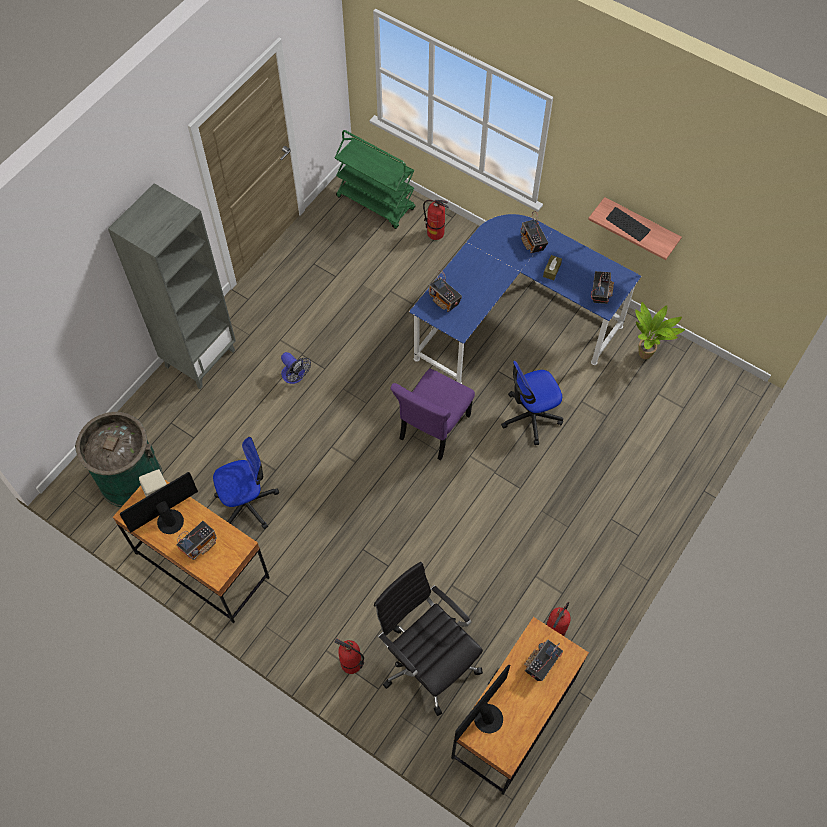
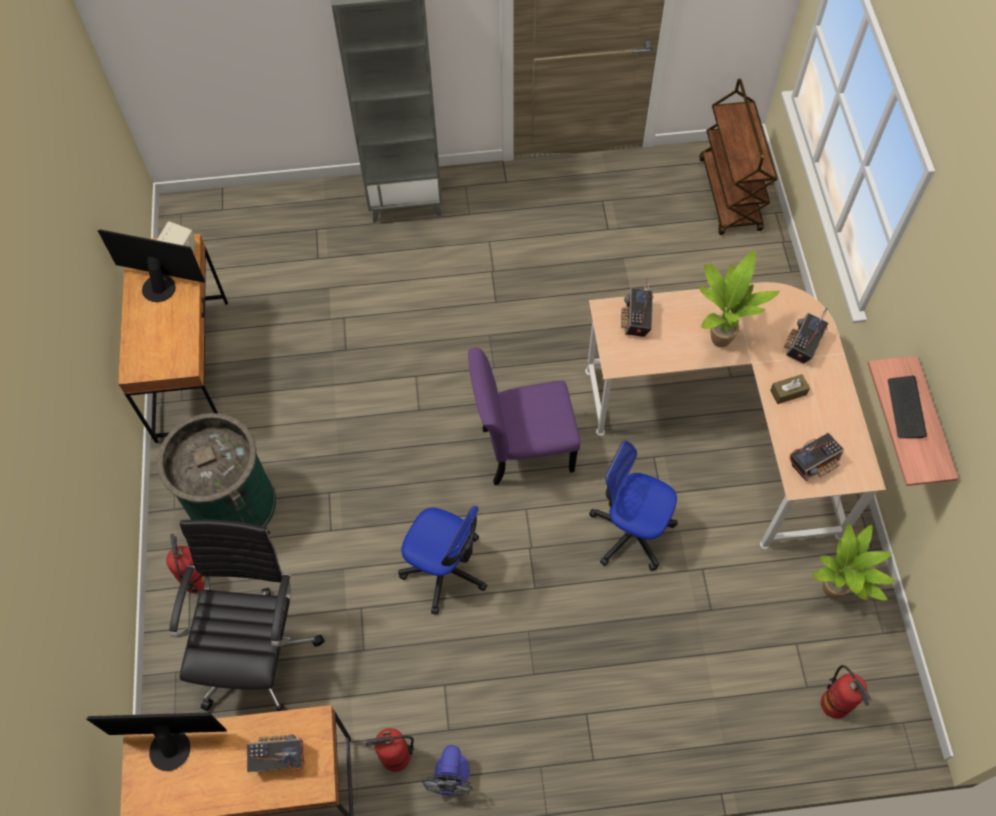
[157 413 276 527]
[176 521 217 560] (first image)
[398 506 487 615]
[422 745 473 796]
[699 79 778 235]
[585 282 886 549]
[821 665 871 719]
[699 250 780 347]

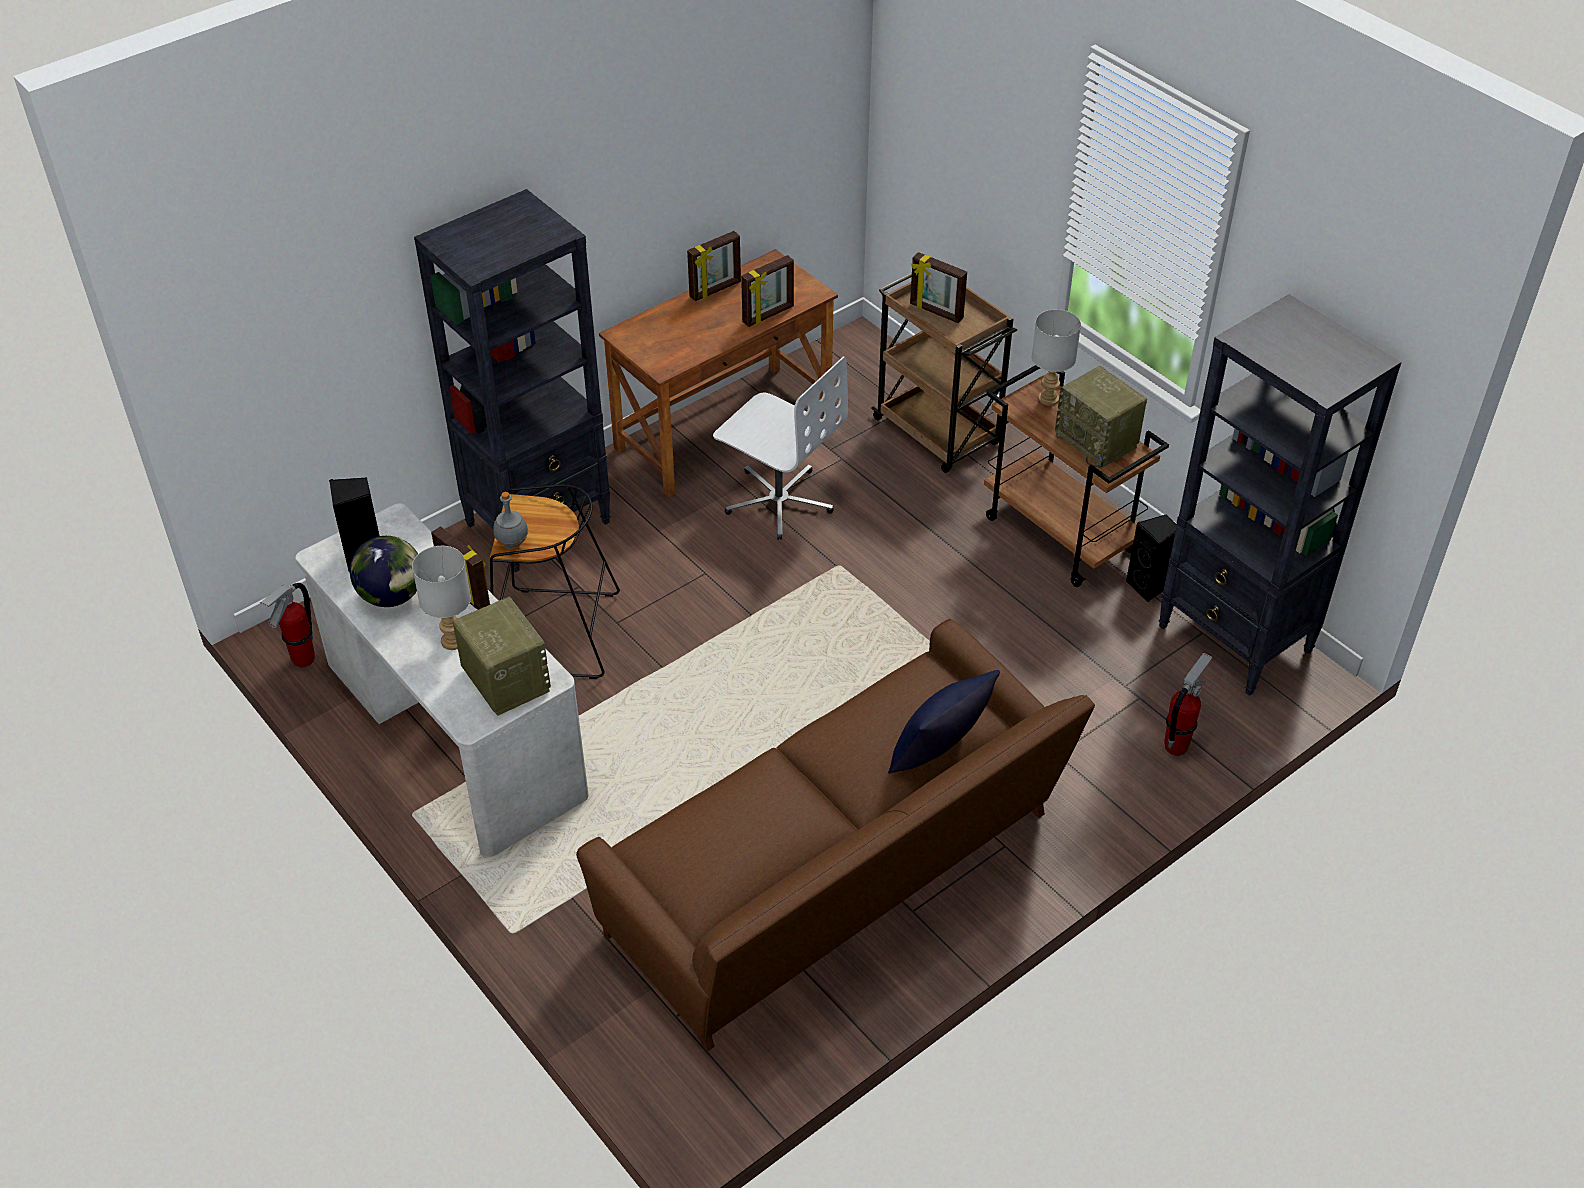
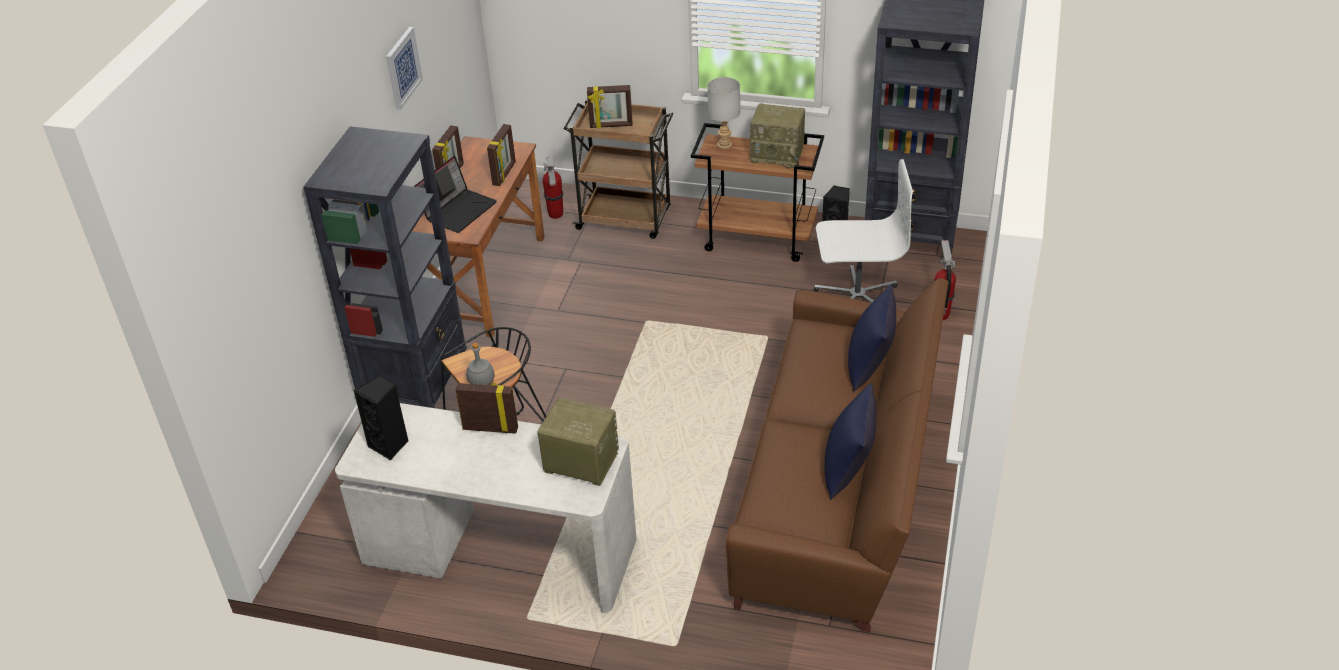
[543 157 563 219]
[350 536 418 607] (first image)
[412 546 471 650] (first image)
[814 159 913 303]
[386 27 423 110]
[414 156 497 233]
[824 383 876 500]

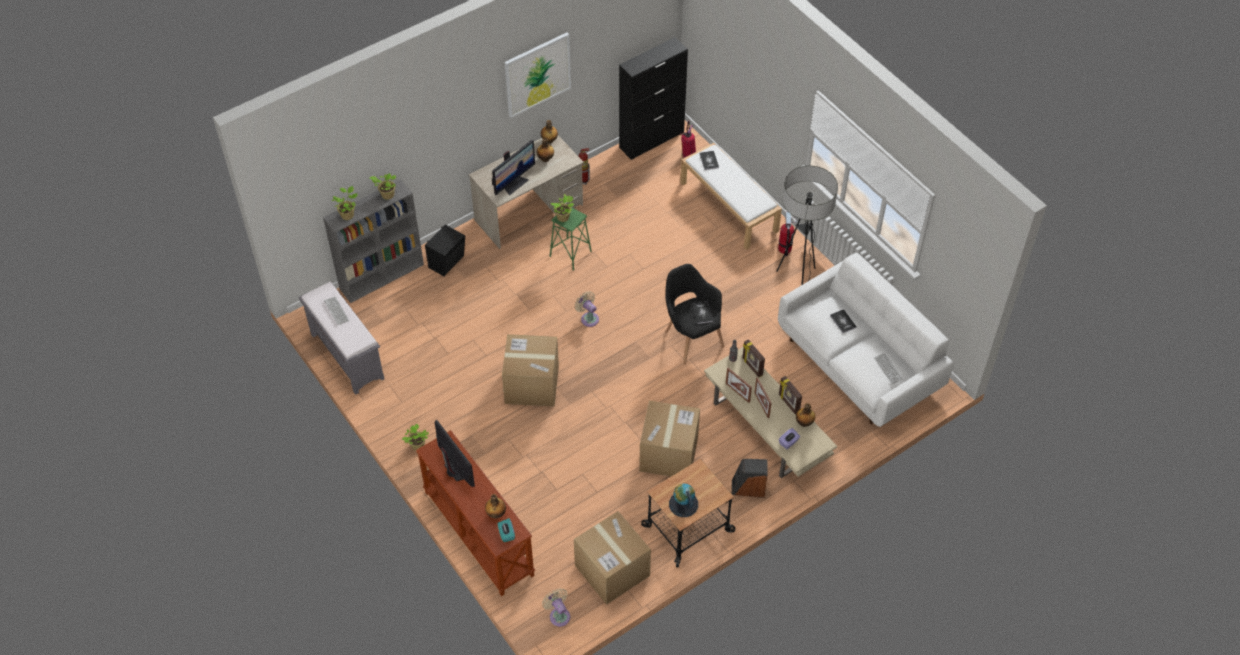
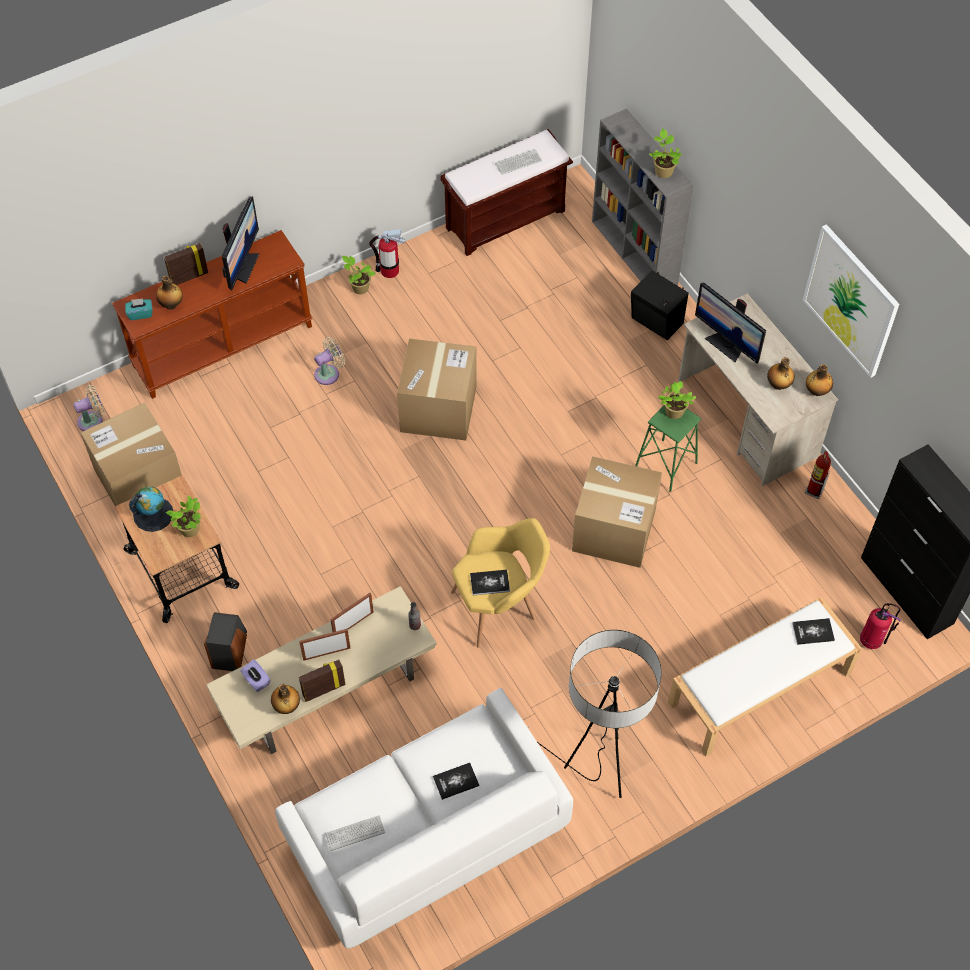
[440 129 573 256]
[166 496 201 537]
[222 196 259 290]
[314 337 345 385]
[572 456 662 568]
[451 518 550 648]
[164 243 208 285]
[370 229 405 278]

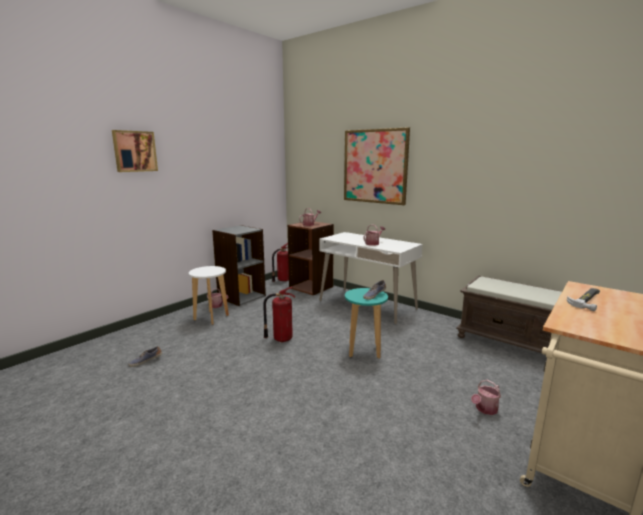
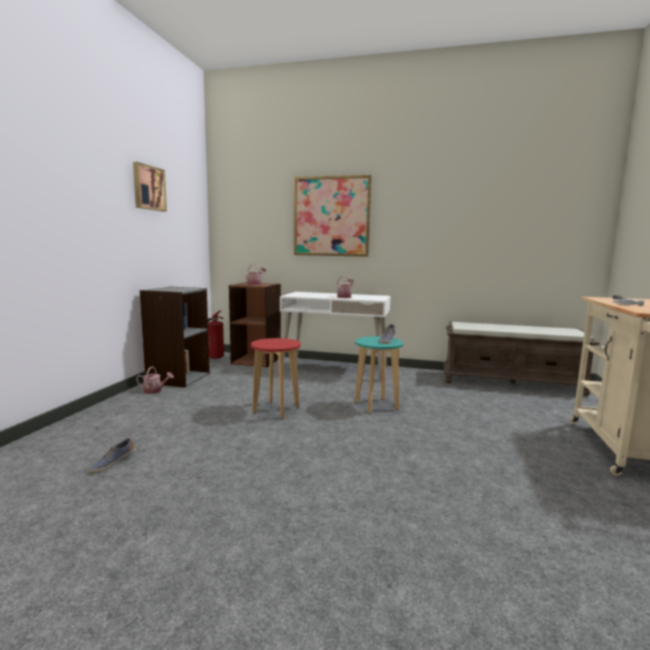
[133 162 167 212]
[189 266 229 325] (first image)
[251 338 301 419]
[471 380 501 415] (first image)

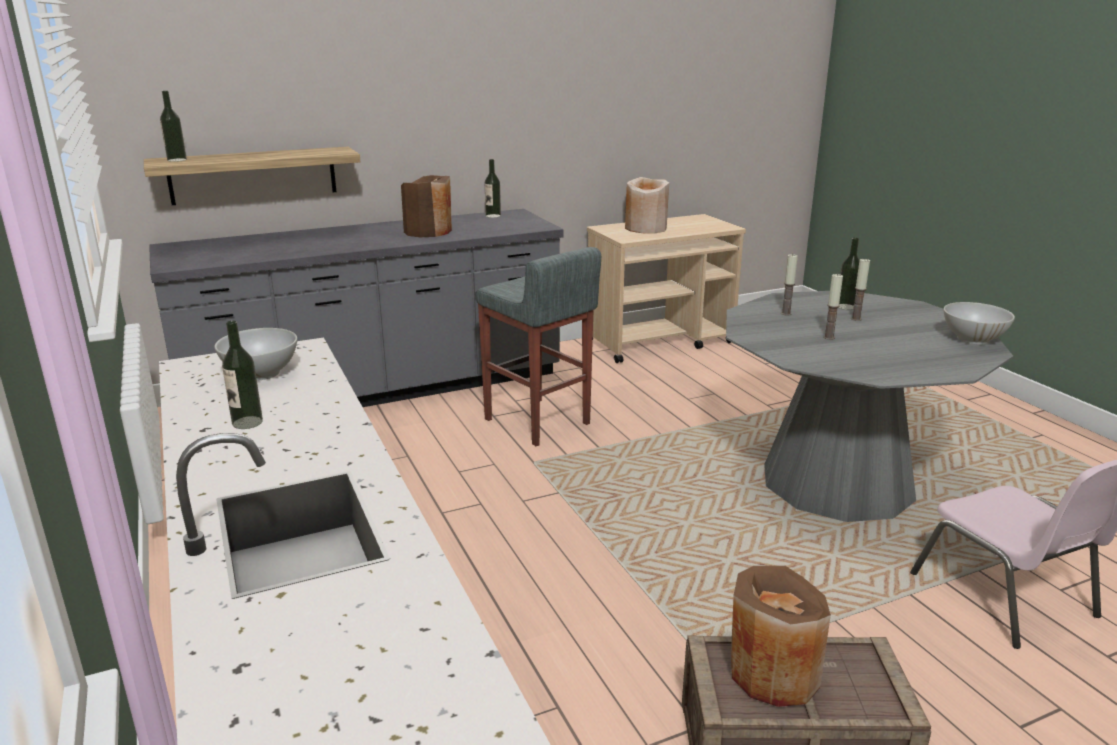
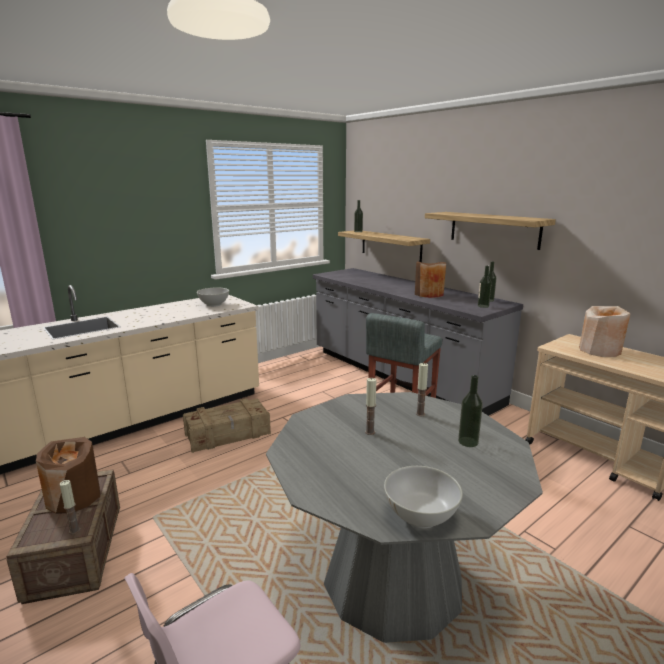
[478 266 492 308]
[60 480 80 535]
[183 398 271 453]
[425 212 556 250]

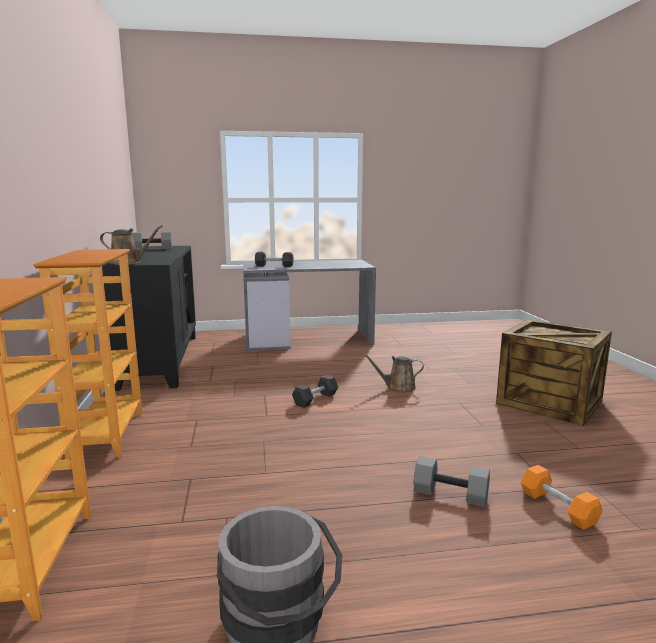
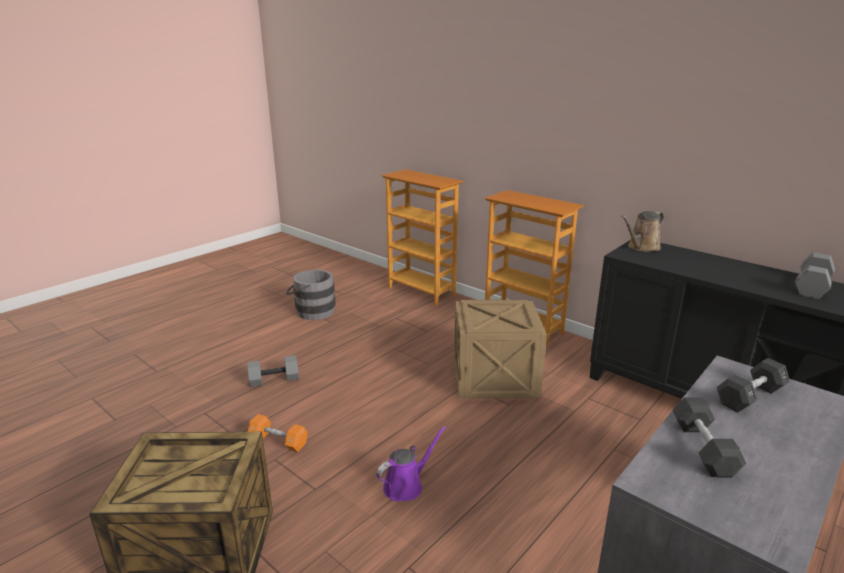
[672 397 747 478]
[376 426 446 501]
[248 414 308 452]
[454 300 547 399]

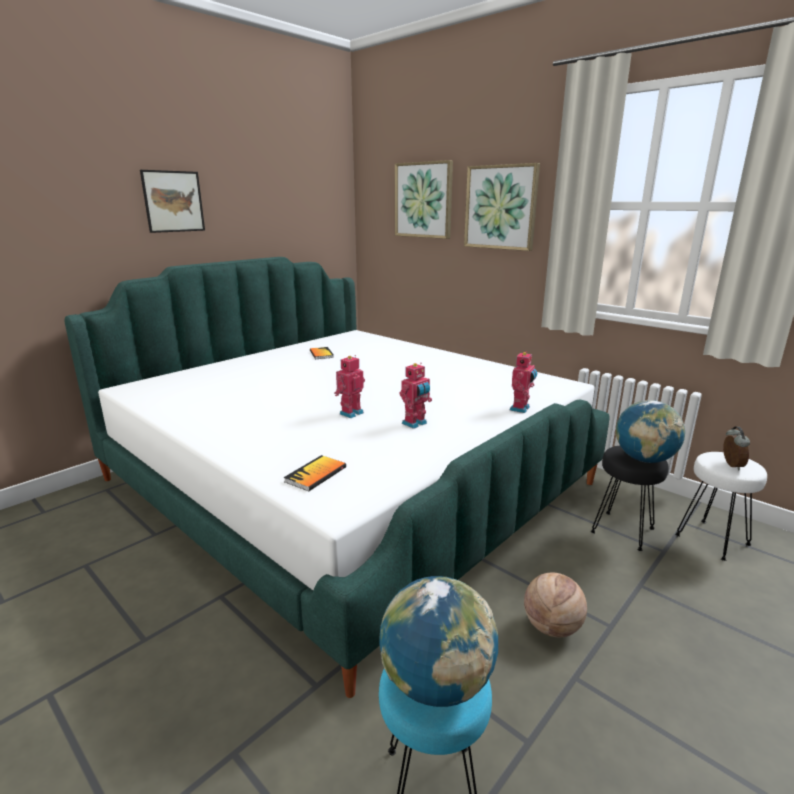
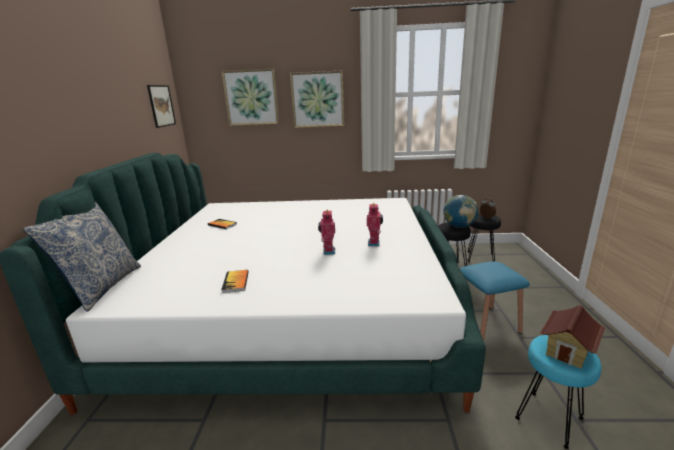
[147 85 176 128]
[221 270 249 293]
[540 305 605 369]
[510 351 537 413] (first image)
[460 261 530 341]
[467 213 501 262]
[23 202 141 312]

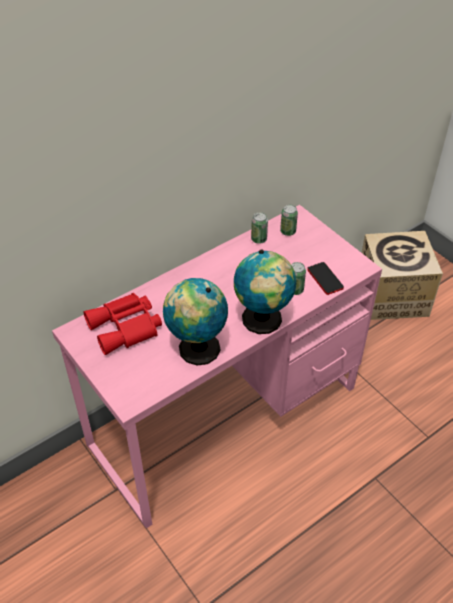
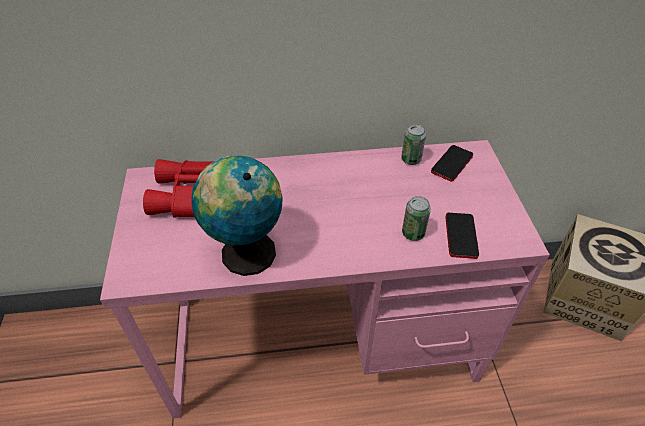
[234 249 296 334] (first image)
[431 145 473 182]

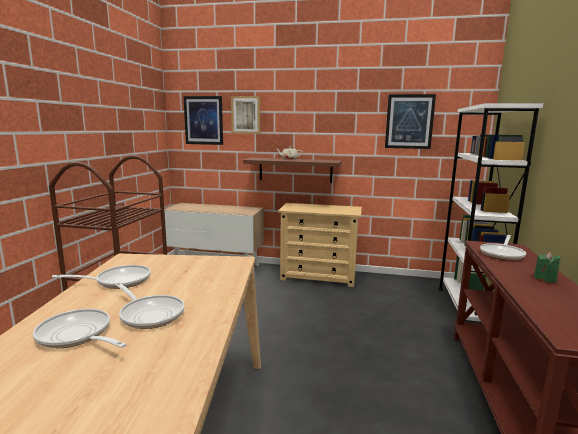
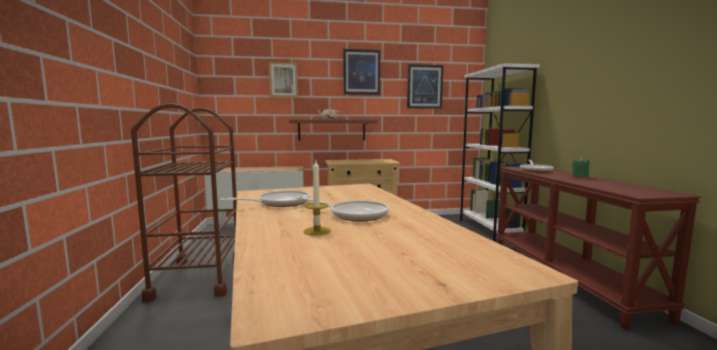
[303 161 331 236]
[343 49 380 95]

